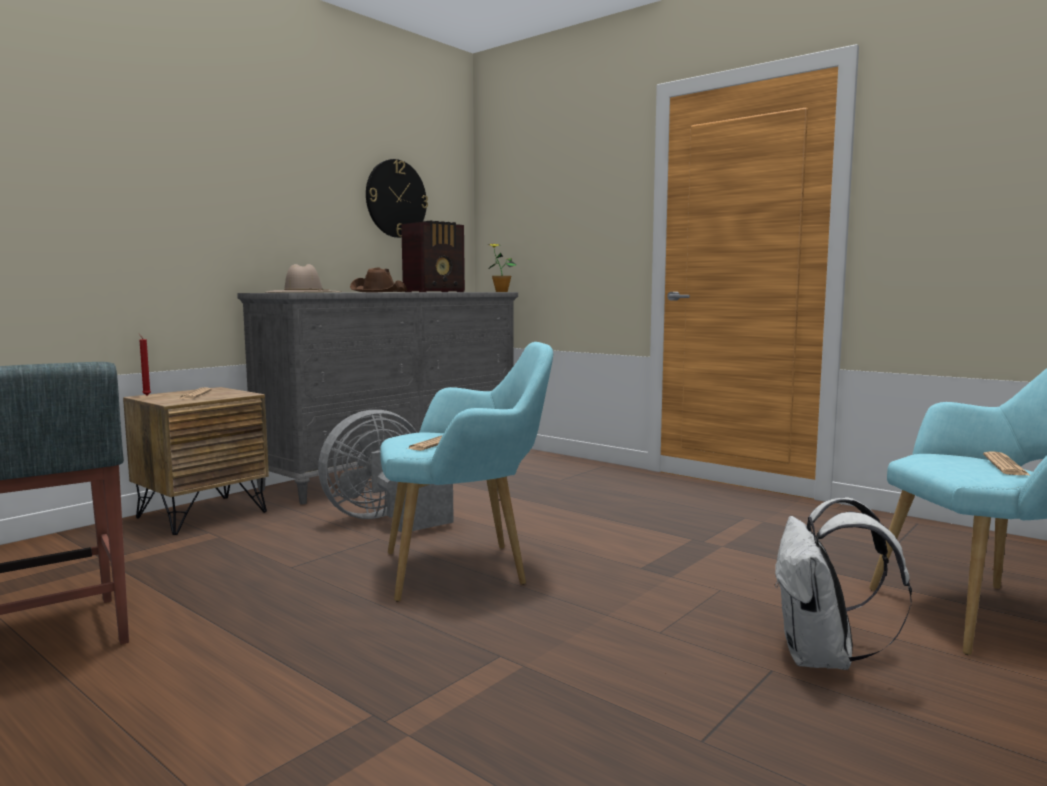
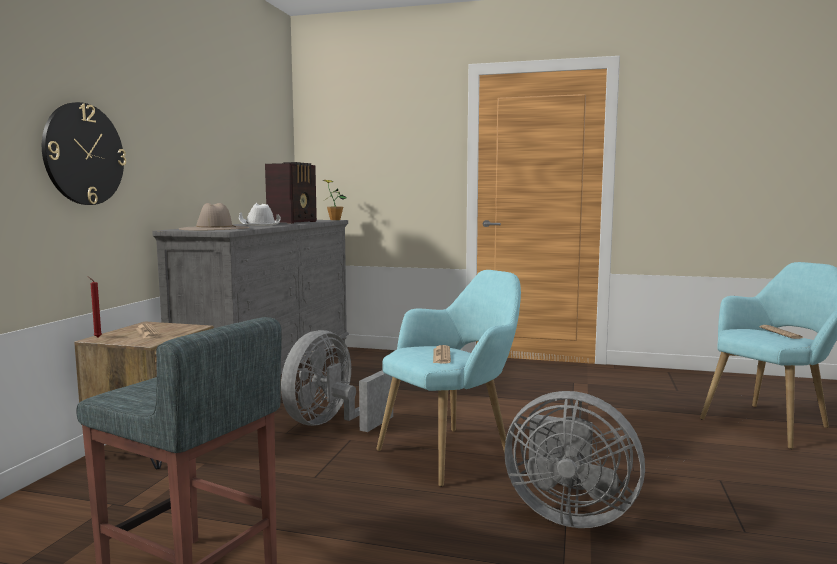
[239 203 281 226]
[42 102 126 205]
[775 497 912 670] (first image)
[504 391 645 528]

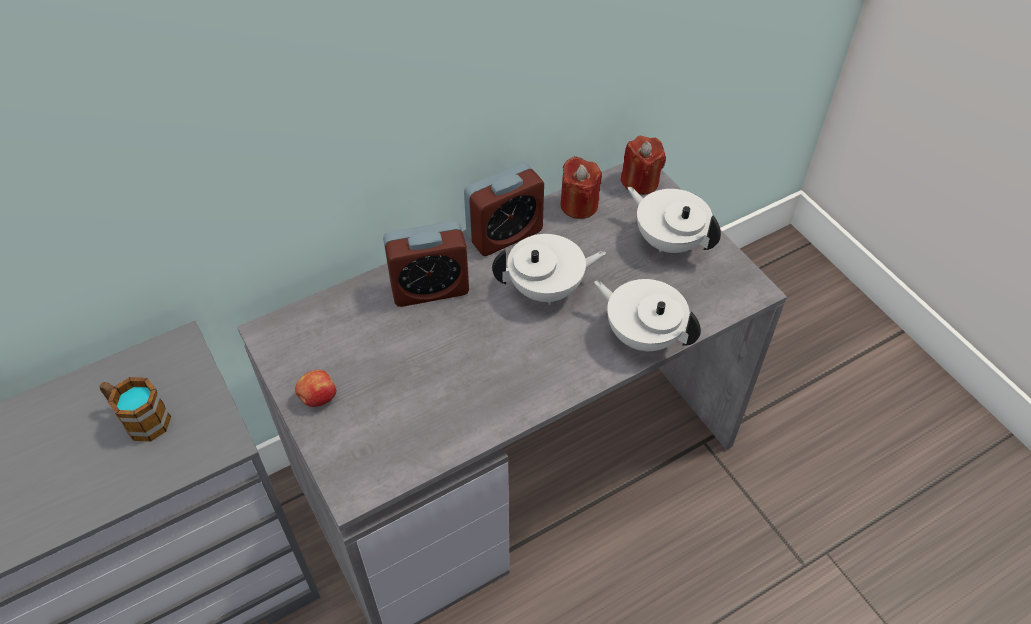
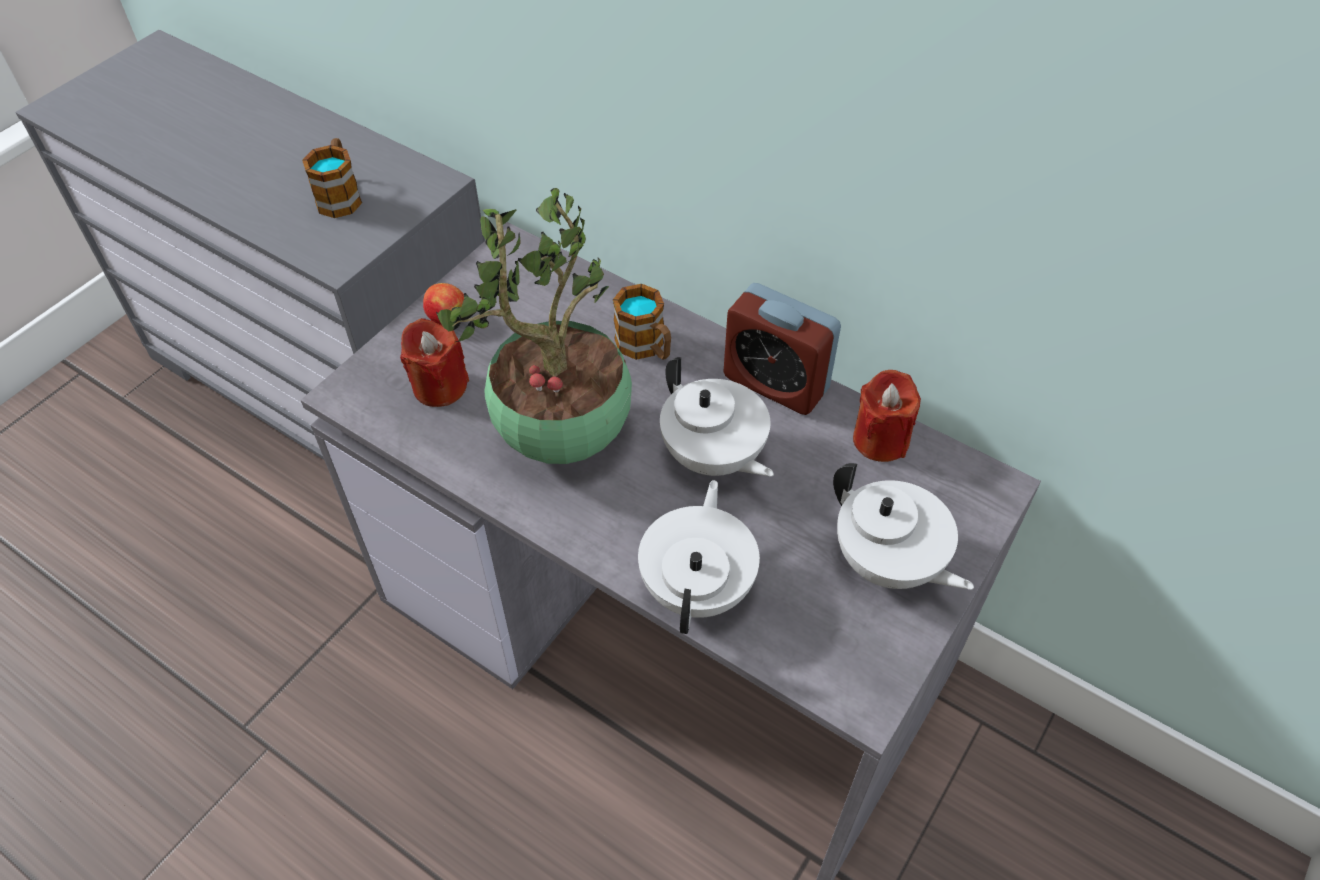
[613 284 671 360]
[400 318 469 407]
[833 463 974 590]
[436 188 632 464]

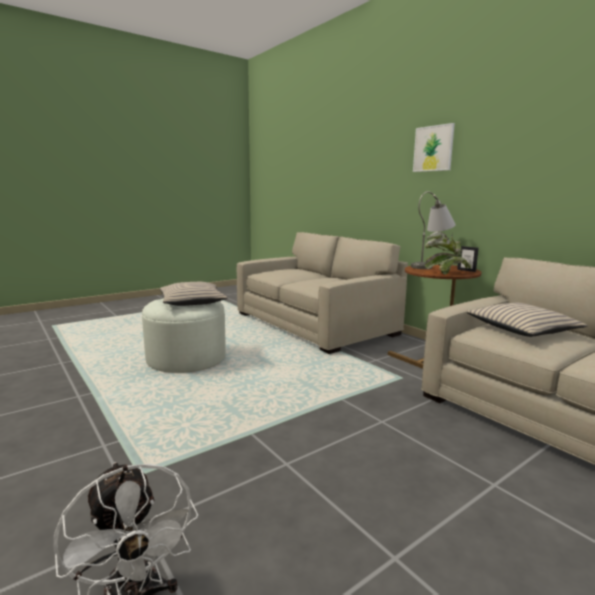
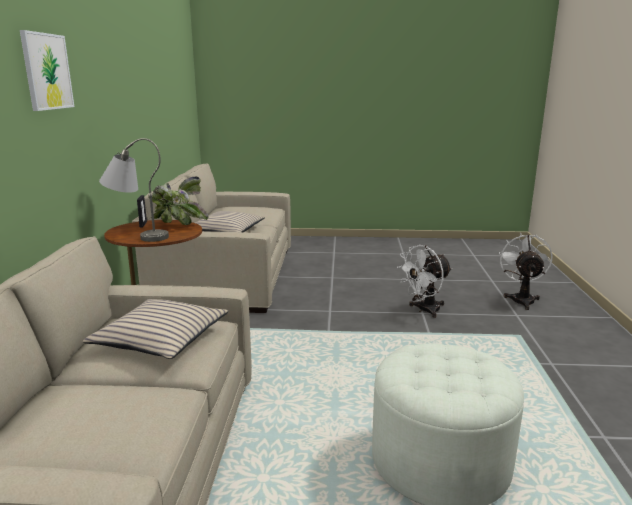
[83 299 229 359]
[397 245 452 318]

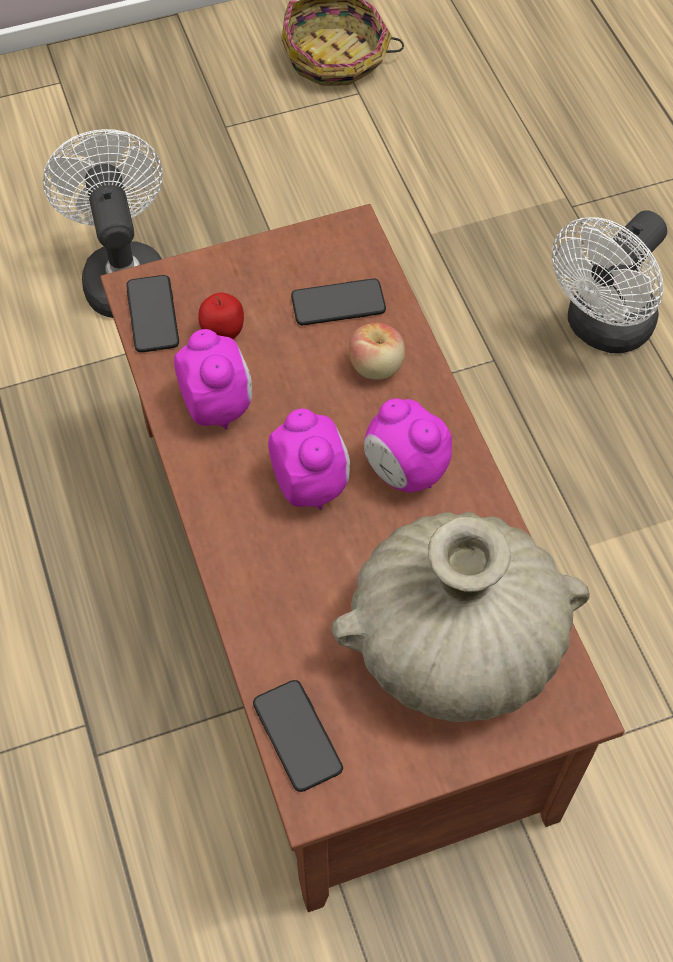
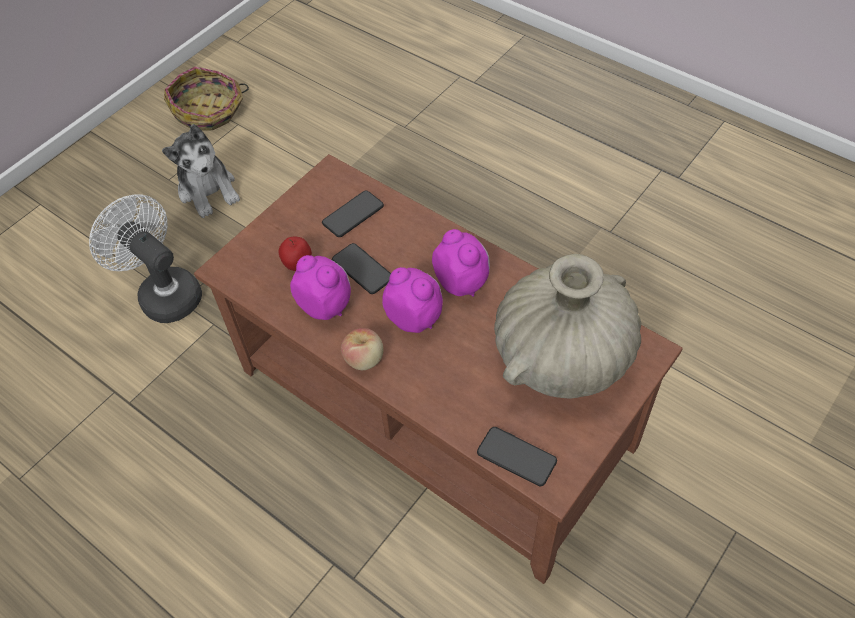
[332 243 391 294]
[341 328 384 370]
[432 229 490 297]
[552 210 667 353] (first image)
[162 124 240 218]

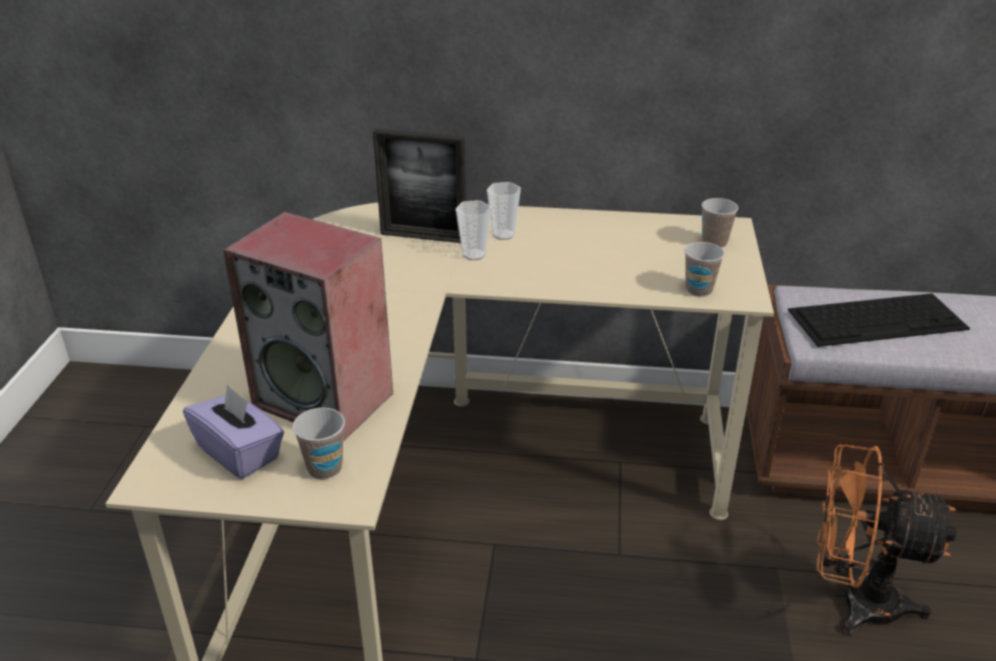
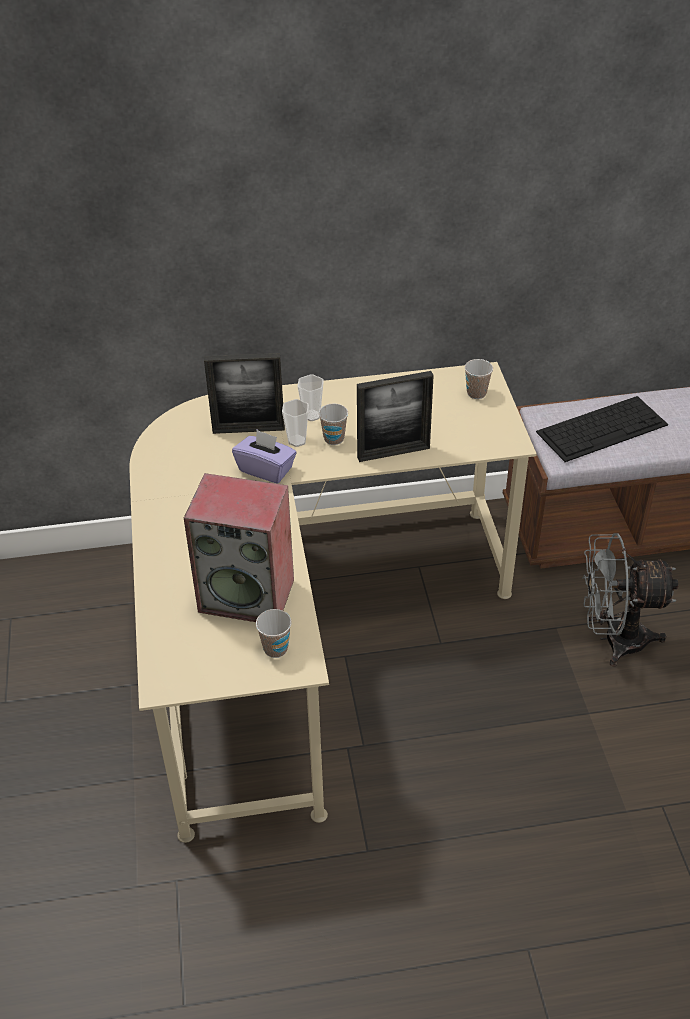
[232 430 297 484]
[319 403 348 445]
[582 533 678 667]
[357 371 434 462]

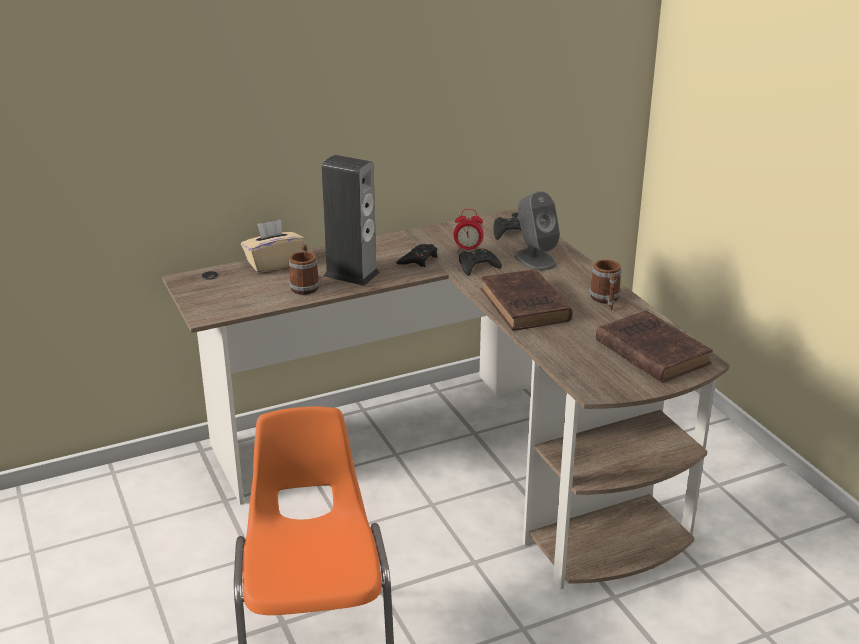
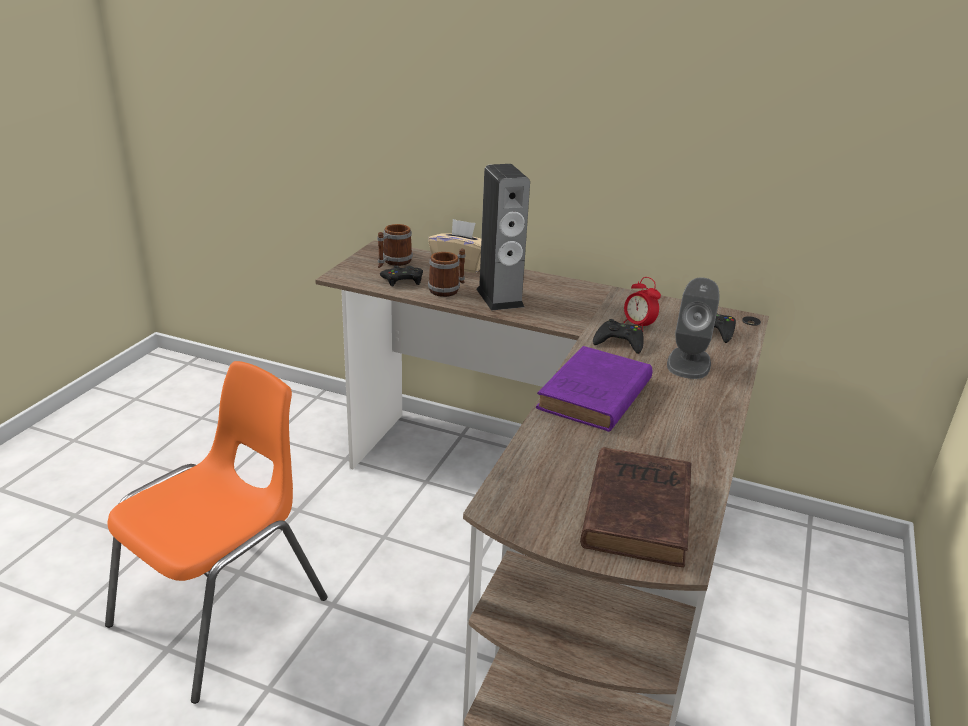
[380 265 423 287]
[536 346 653 432]
[377 224 413 268]

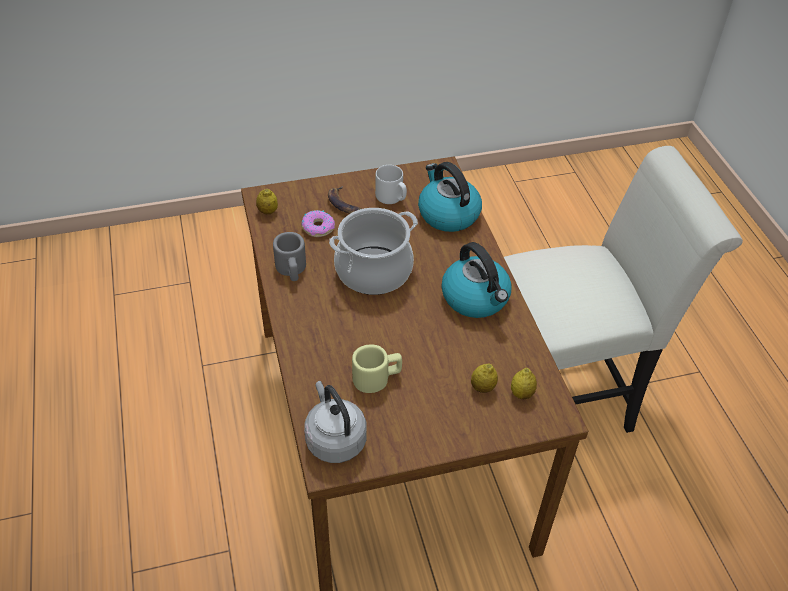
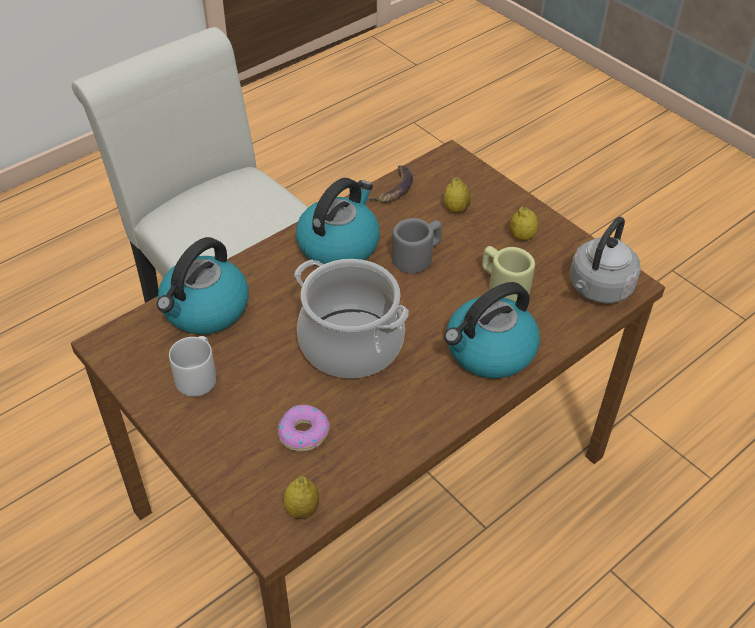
[392 218 442 273]
[367 165 413 203]
[509 206 538 240]
[444 282 540 379]

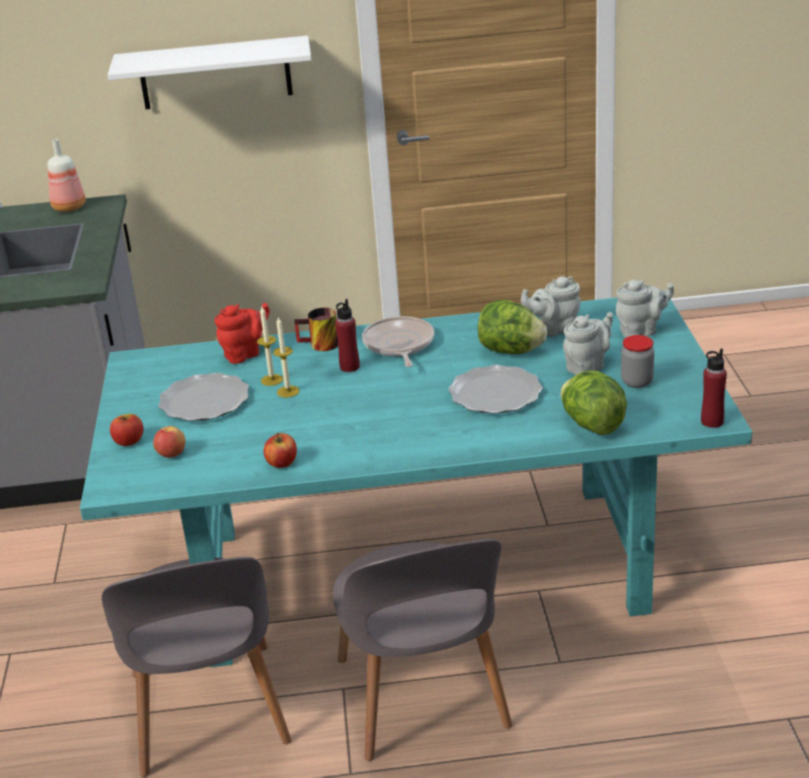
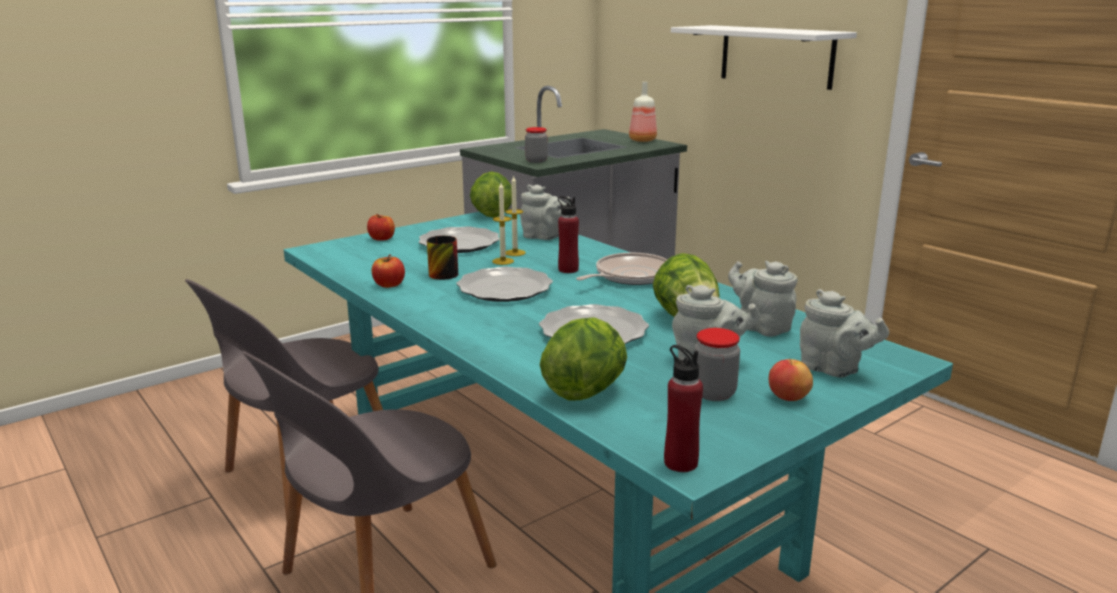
[769 358 813 401]
[520 184 572 240]
[427 236 458 280]
[456 267 553 302]
[470 171 512 218]
[525 127 548 163]

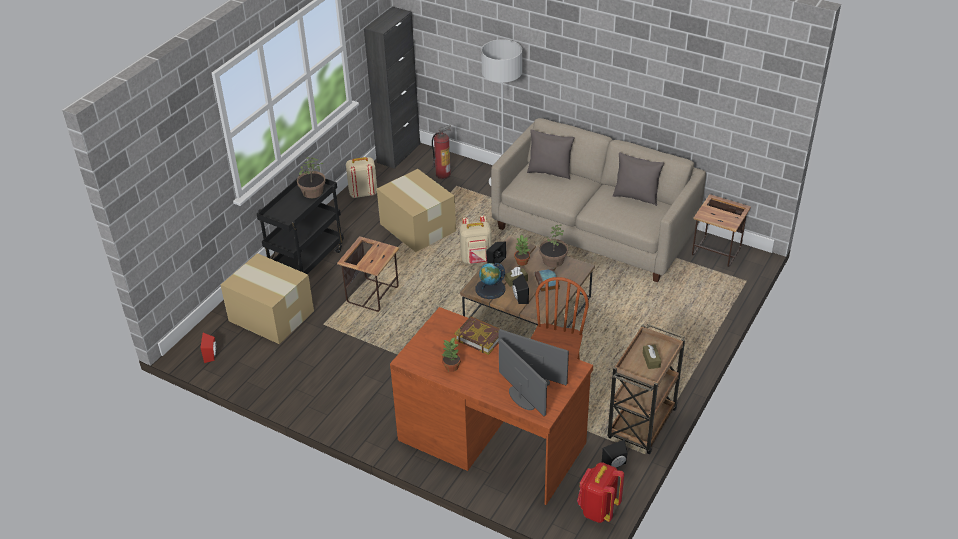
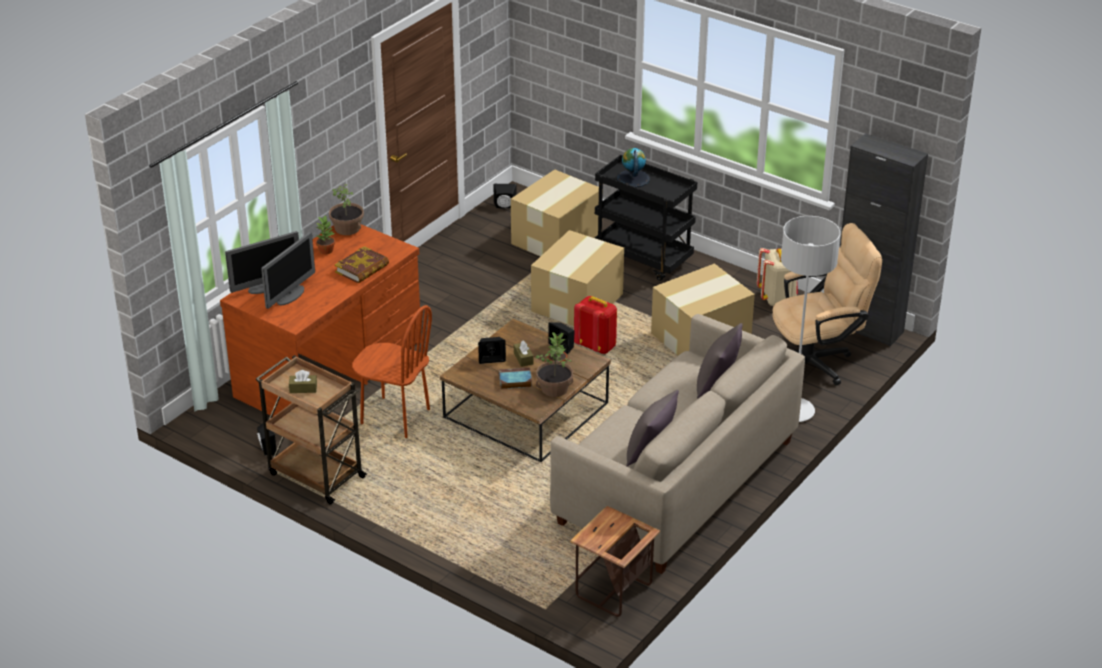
[493 184 517 208]
[329 184 364 235]
[531 230 624 326]
[772 223 882 385]
[460 216 492 264] (first image)
[617 148 650 187]
[574 296 617 354]

